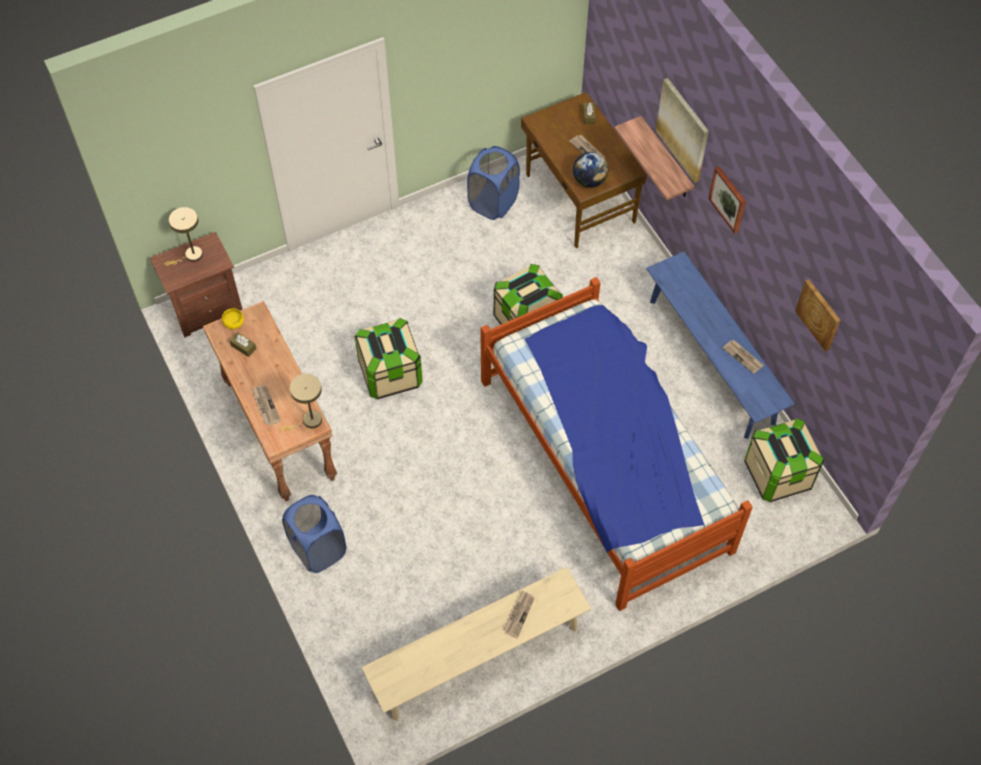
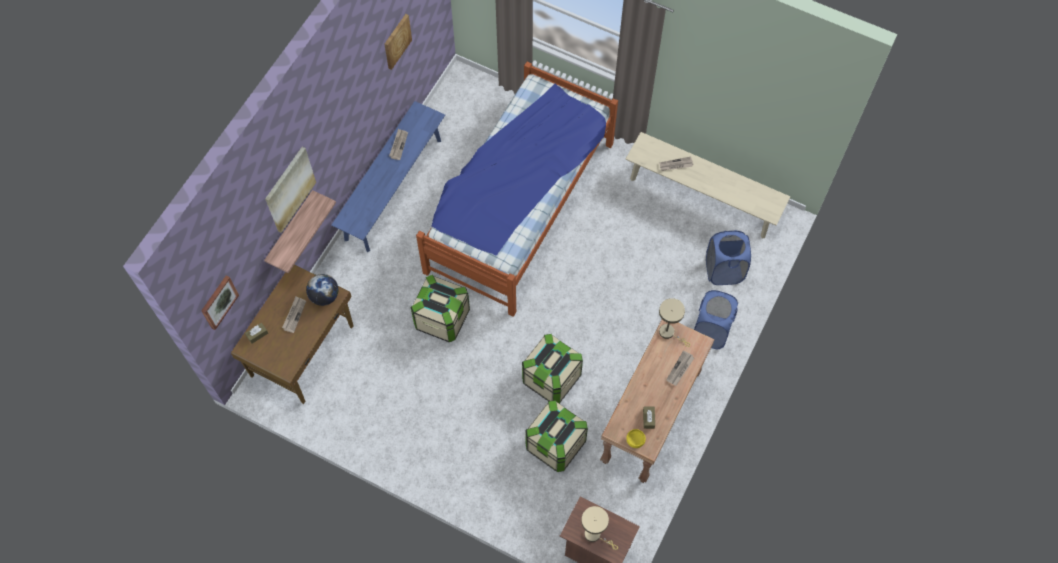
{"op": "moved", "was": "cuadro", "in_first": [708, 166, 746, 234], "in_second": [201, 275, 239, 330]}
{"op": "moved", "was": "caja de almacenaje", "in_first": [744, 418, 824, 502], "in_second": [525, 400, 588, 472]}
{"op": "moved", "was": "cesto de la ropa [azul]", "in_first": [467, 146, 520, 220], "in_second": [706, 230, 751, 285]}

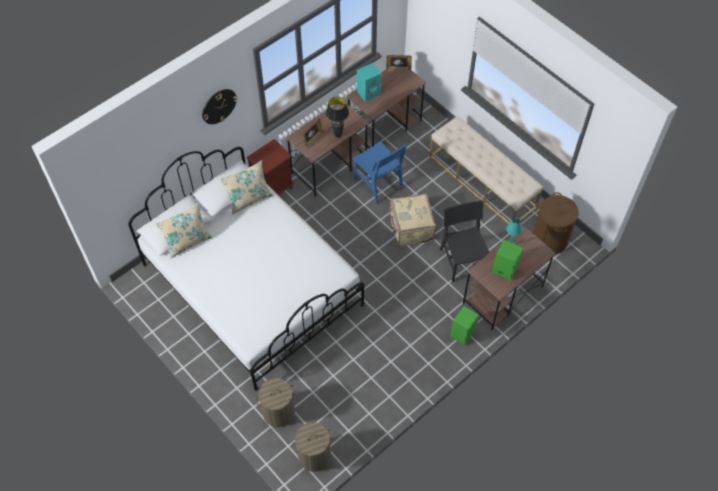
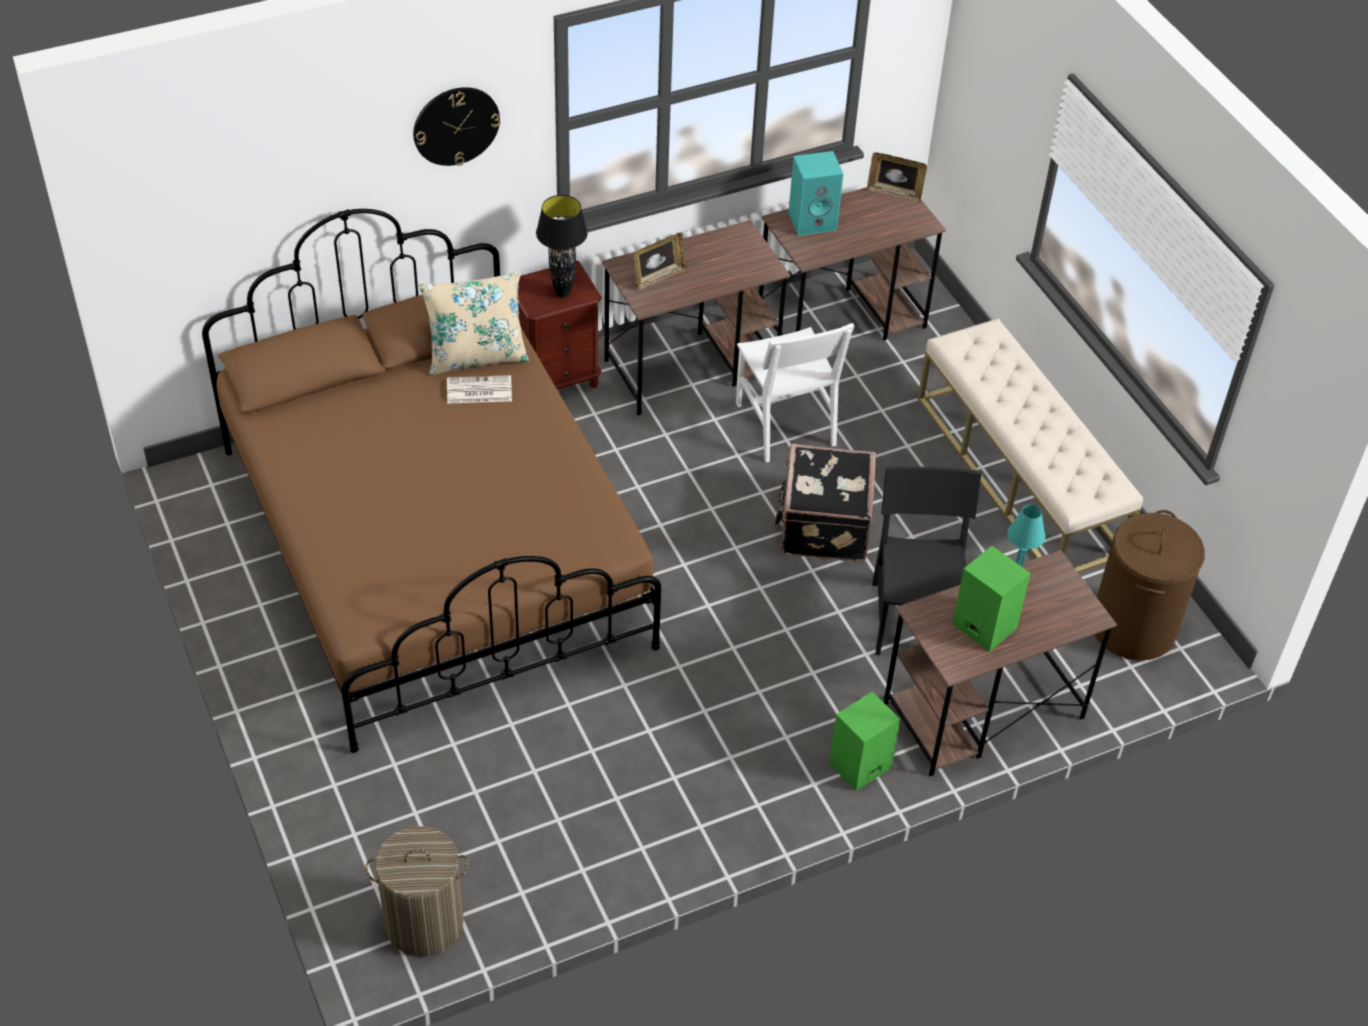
{"op": "recoloured", "was": "cama [blanco]", "now": "cama [marrón]", "in_first": [128, 147, 364, 390], "in_second": [202, 209, 661, 753]}
{"op": "added", "now": "periódico", "in_second": [447, 375, 512, 404]}
{"op": "moved", "was": "lámpara de mesa [negro]", "in_first": [326, 97, 349, 138], "in_second": [536, 195, 588, 298]}
{"op": "recoloured", "was": "silla [azul]", "now": "silla [blanco]", "in_first": [353, 141, 407, 205], "in_second": [736, 323, 854, 462]}
{"op": "recoloured", "was": "maleta [beis]", "now": "maleta [negro]", "in_first": [390, 193, 436, 246], "in_second": [774, 444, 876, 562]}
{"op": "removed", "was": "cojín [beis]", "in_first": [156, 203, 212, 258]}
{"op": "removed", "was": "cesto de la ropa", "in_first": [255, 378, 296, 427]}

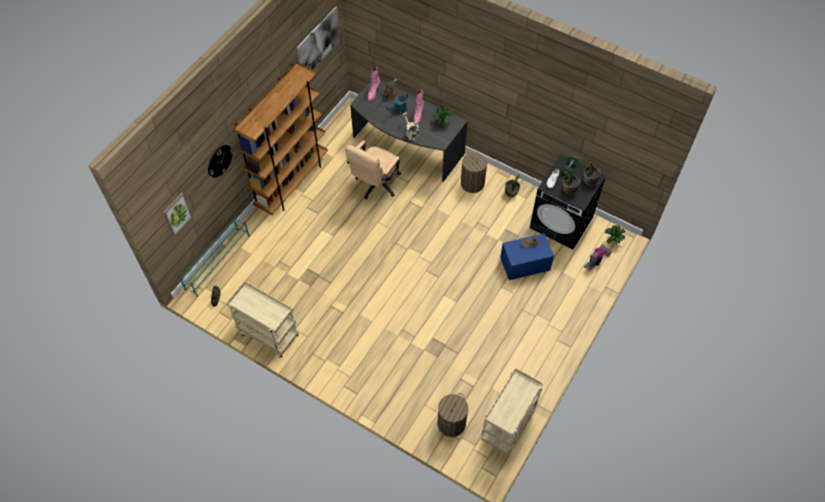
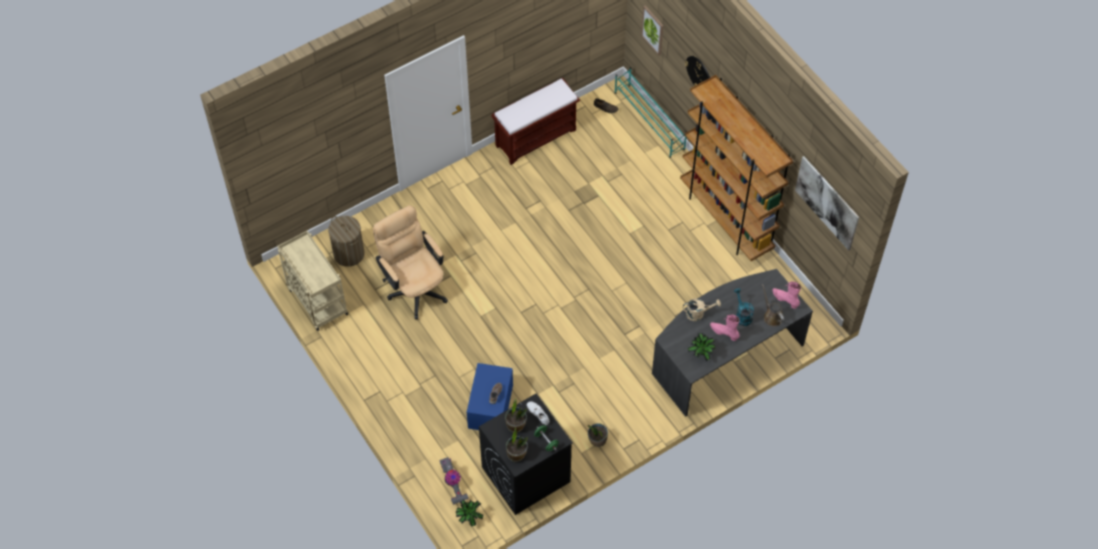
{"op": "moved", "was": "silla de oficina [beis]", "in_first": [345, 140, 401, 200], "in_second": [373, 205, 448, 320]}
{"op": "replaced", "was": "carrito [beis]", "now": "banco [marrón]", "in_first": [226, 281, 299, 358], "in_second": [492, 78, 580, 165]}
{"op": "removed", "was": "cesto de la ropa", "in_first": [461, 152, 487, 193]}

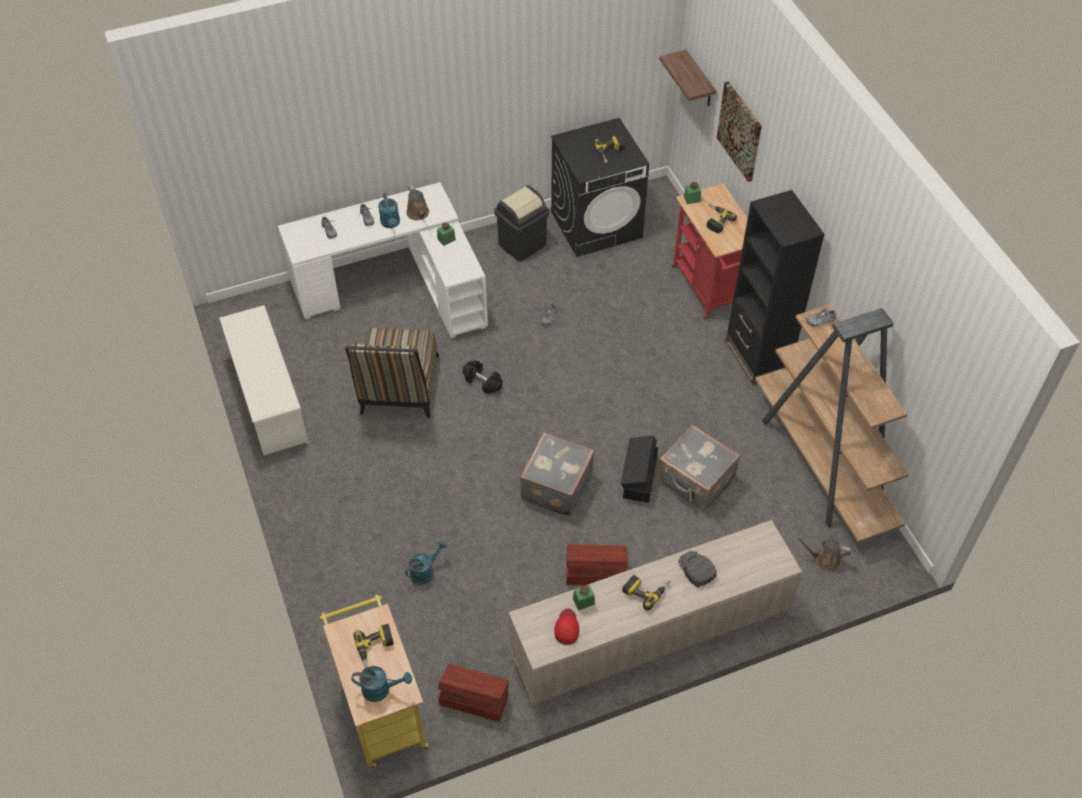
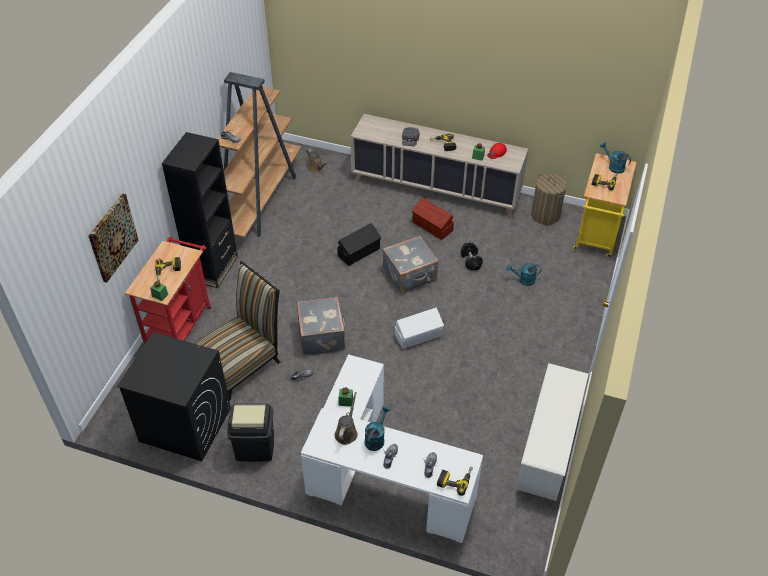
{"op": "moved", "was": "silla", "in_first": [345, 328, 439, 418], "in_second": [194, 260, 280, 401]}
{"op": "moved", "was": "maleta [gris]", "in_first": [658, 425, 740, 512], "in_second": [297, 297, 346, 356]}
{"op": "added", "now": "caja de almacenaje [blanco]", "in_second": [395, 308, 444, 349]}
{"op": "moved", "was": "taladro", "in_first": [593, 135, 624, 163], "in_second": [437, 466, 473, 496]}
{"op": "moved", "was": "mancuerna [negro]", "in_first": [463, 360, 502, 394], "in_second": [461, 242, 483, 271]}
{"op": "replaced", "was": "caja de almacenaje [marrón]", "now": "cesto de la ropa", "in_first": [438, 664, 509, 722], "in_second": [531, 174, 567, 225]}
{"op": "removed", "was": "estante", "in_first": [659, 50, 716, 106]}

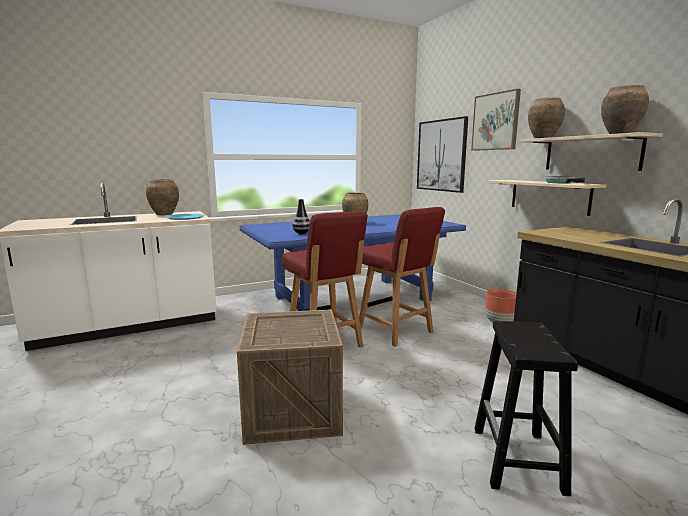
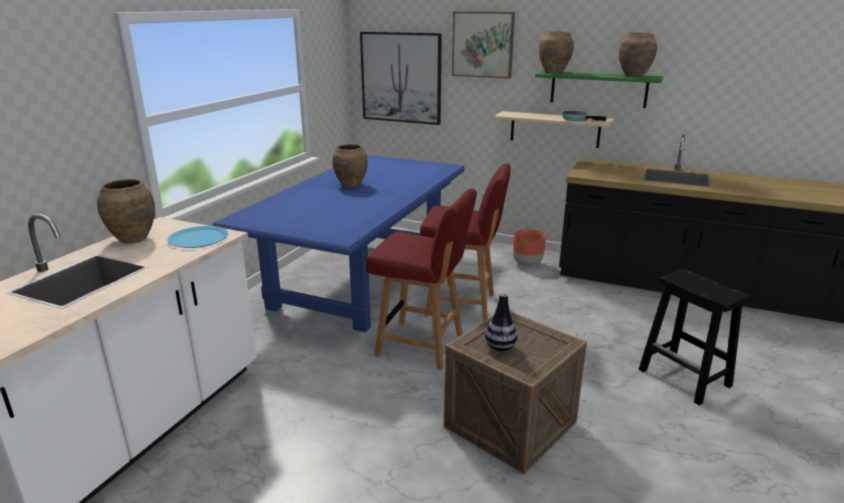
{"op": "moved", "was": "florero", "in_first": [292, 199, 310, 234], "in_second": [485, 293, 518, 352]}
{"op": "recoloured", "was": "estante [beis]", "now": "estante [verde]", "in_first": [520, 132, 663, 171], "in_second": [535, 71, 663, 108]}

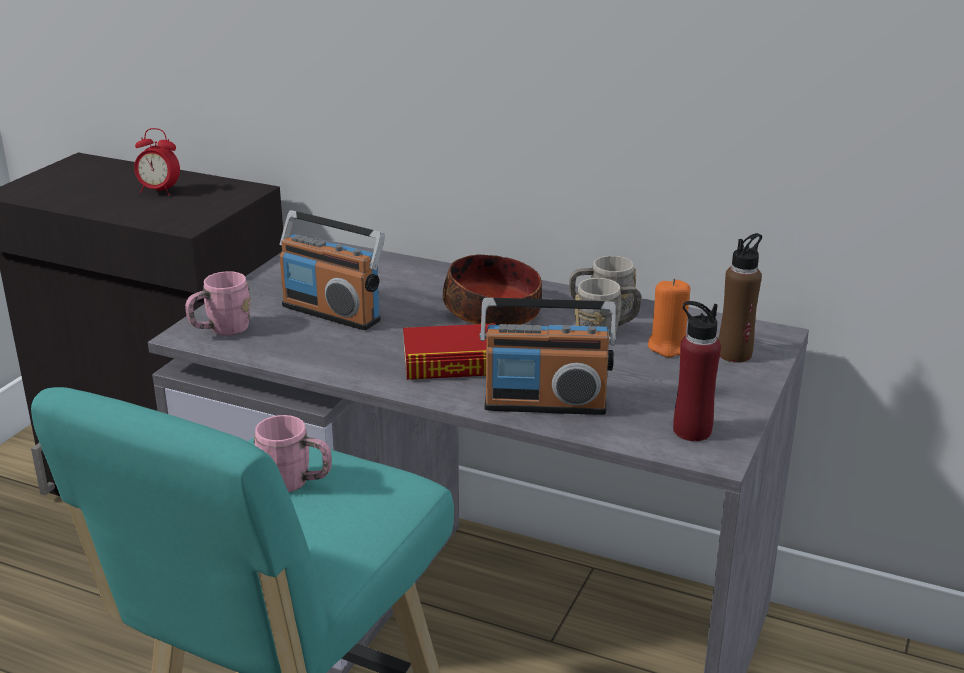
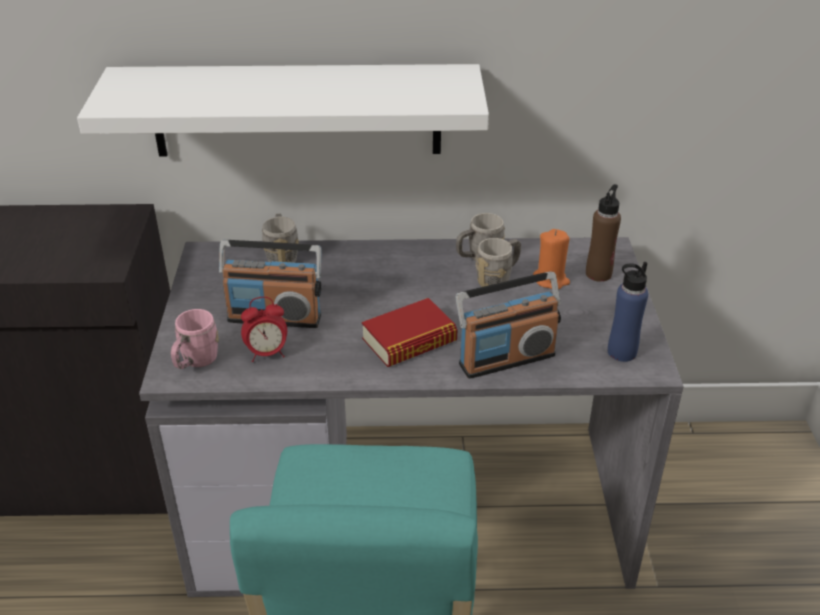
{"op": "added", "now": "estante [blanco]", "in_second": [77, 64, 489, 157]}
{"op": "moved", "was": "despertador", "in_first": [134, 128, 180, 196], "in_second": [241, 297, 287, 362]}
{"op": "added", "now": "taza grande [gris]", "in_second": [262, 214, 299, 263]}
{"op": "recoloured", "was": "botella [rojo]", "now": "botella [azul]", "in_first": [673, 301, 721, 441], "in_second": [608, 262, 648, 362]}
{"op": "removed", "was": "taza grande [rosa]", "in_first": [254, 415, 332, 492]}
{"op": "removed", "was": "cuenco", "in_first": [443, 254, 542, 325]}

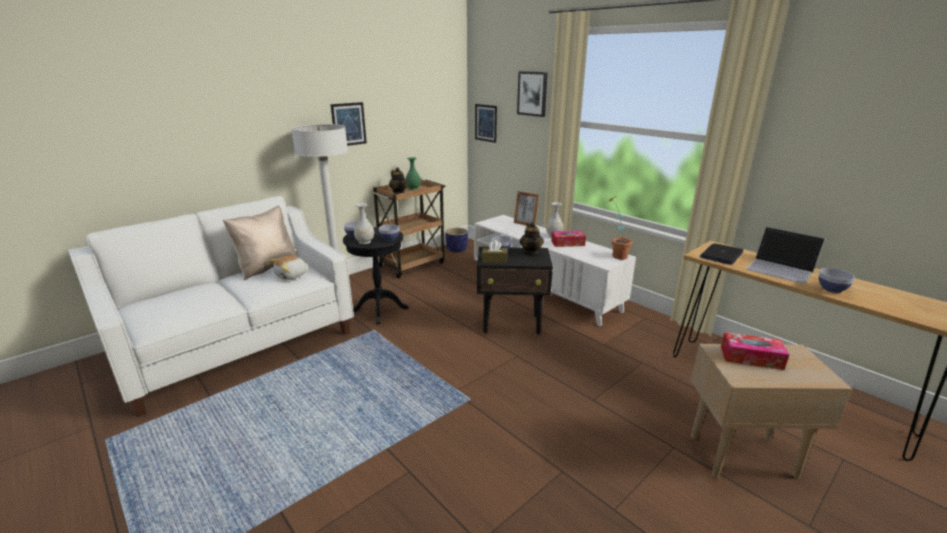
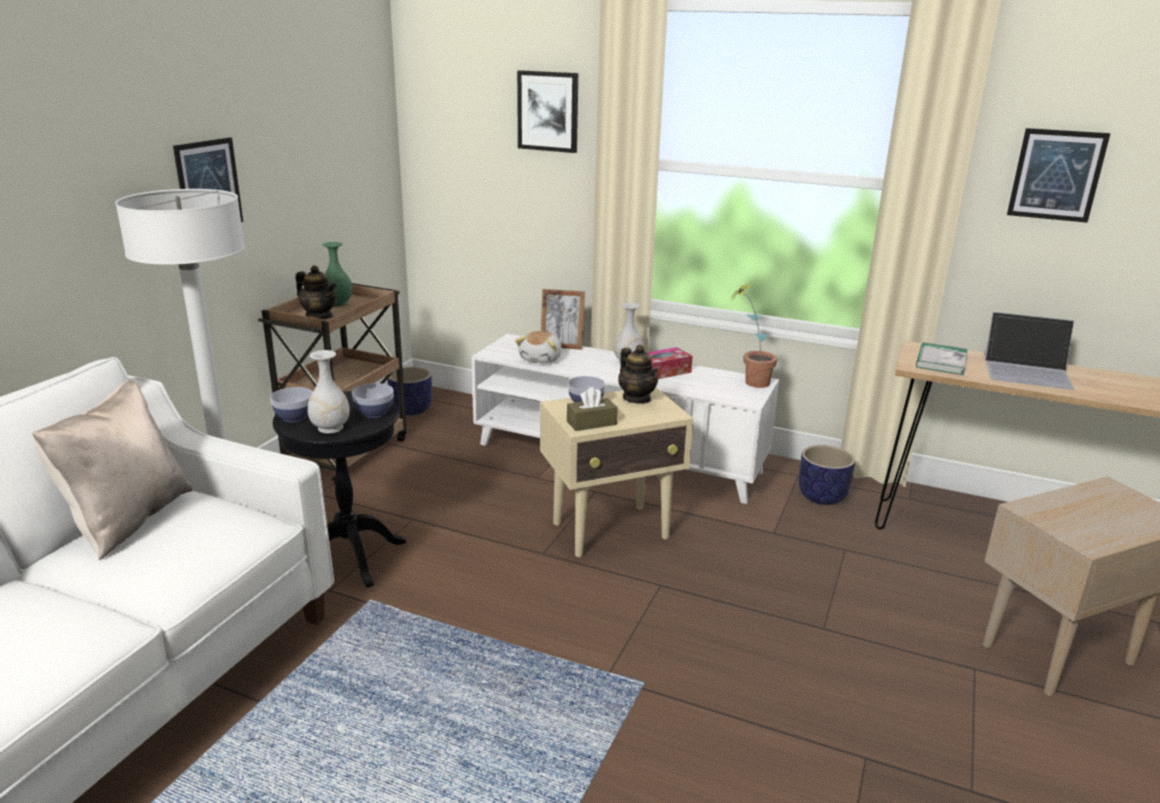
{"op": "moved", "was": "peluche", "in_first": [269, 256, 308, 280], "in_second": [515, 331, 562, 363]}
{"op": "recoloured", "was": "mesa auxiliar [negro]", "now": "mesa auxiliar [beis]", "in_first": [477, 247, 553, 335], "in_second": [540, 387, 694, 557]}
{"op": "added", "now": "maceta", "in_second": [799, 445, 855, 505]}
{"op": "replaced", "was": "portátil", "now": "libro", "in_first": [700, 243, 743, 265], "in_second": [916, 342, 968, 375]}
{"op": "moved", "was": "cuadro", "in_first": [475, 104, 497, 143], "in_second": [1007, 128, 1111, 223]}
{"op": "removed", "was": "caja de pañuelos", "in_first": [721, 332, 789, 370]}
{"op": "removed", "was": "cuenco", "in_first": [819, 268, 855, 293]}

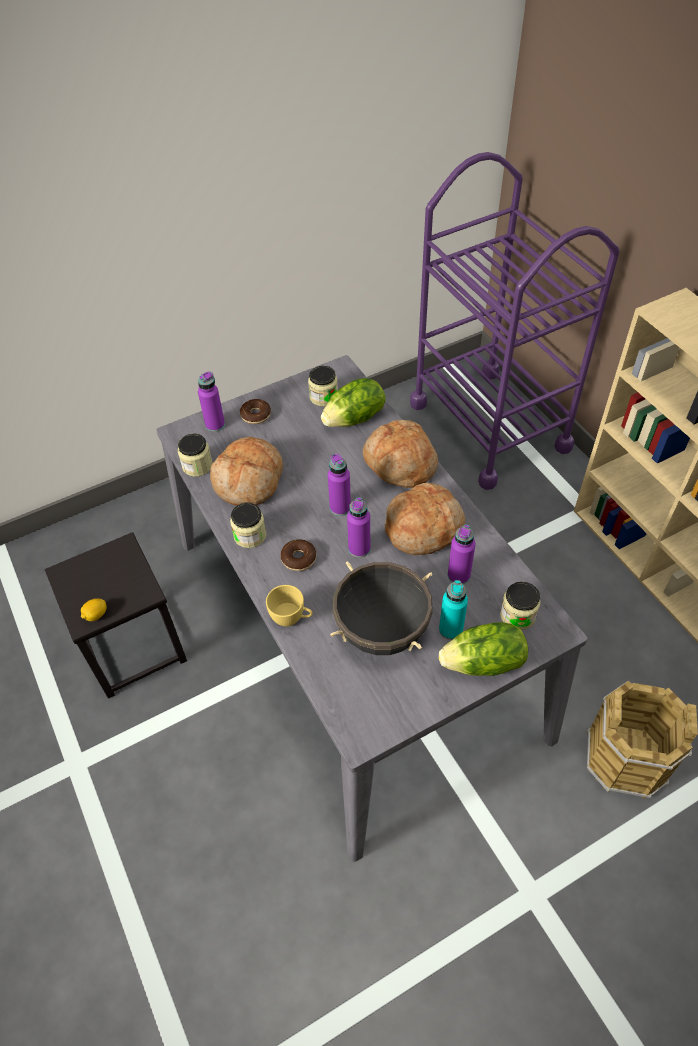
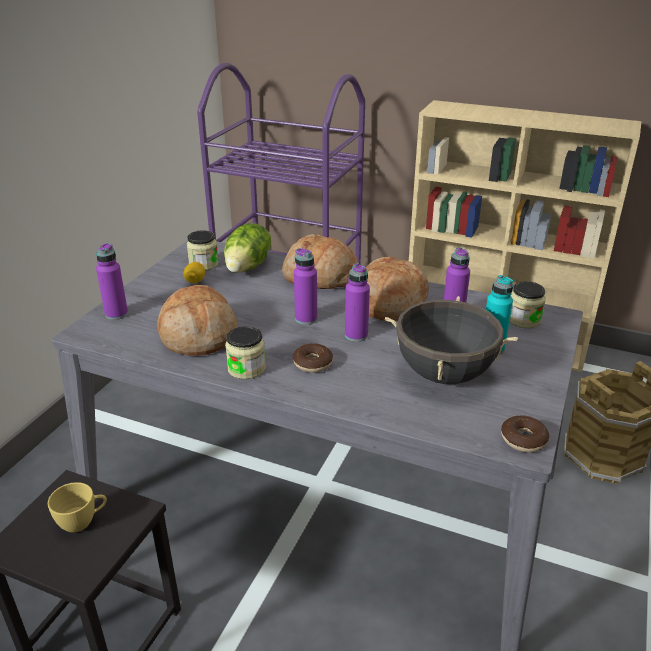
{"op": "moved", "was": "taza [amarillo]", "in_first": [266, 585, 313, 626], "in_second": [48, 482, 107, 532]}
{"op": "moved", "was": "limón", "in_first": [81, 599, 107, 621], "in_second": [183, 262, 205, 283]}
{"op": "moved", "was": "rosquilla", "in_first": [240, 399, 271, 424], "in_second": [501, 415, 549, 452]}
{"op": "removed", "was": "tarro", "in_first": [178, 433, 213, 477]}
{"op": "removed", "was": "lechuga", "in_first": [439, 622, 528, 676]}

